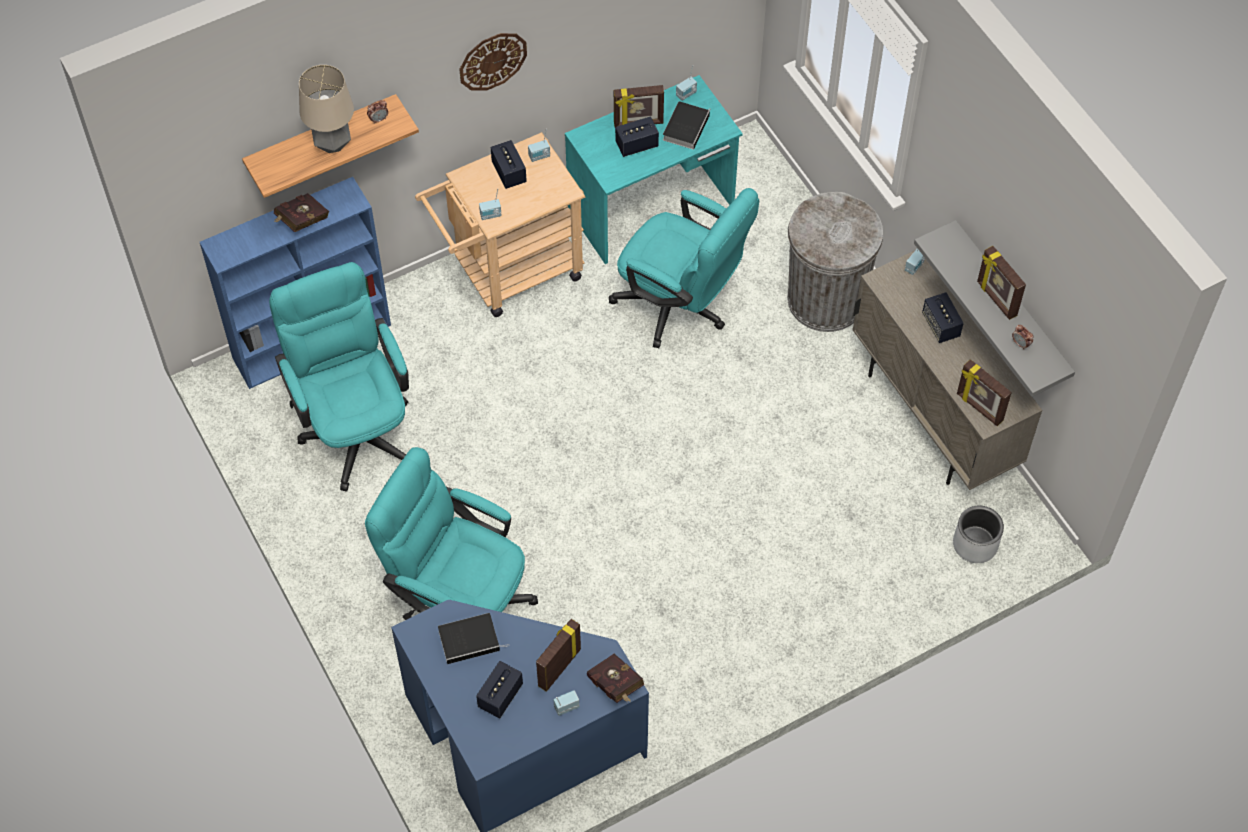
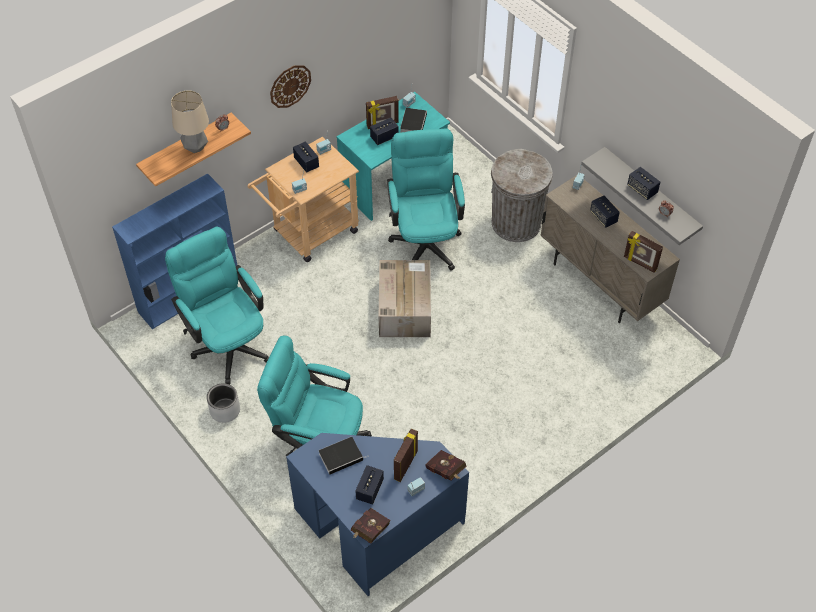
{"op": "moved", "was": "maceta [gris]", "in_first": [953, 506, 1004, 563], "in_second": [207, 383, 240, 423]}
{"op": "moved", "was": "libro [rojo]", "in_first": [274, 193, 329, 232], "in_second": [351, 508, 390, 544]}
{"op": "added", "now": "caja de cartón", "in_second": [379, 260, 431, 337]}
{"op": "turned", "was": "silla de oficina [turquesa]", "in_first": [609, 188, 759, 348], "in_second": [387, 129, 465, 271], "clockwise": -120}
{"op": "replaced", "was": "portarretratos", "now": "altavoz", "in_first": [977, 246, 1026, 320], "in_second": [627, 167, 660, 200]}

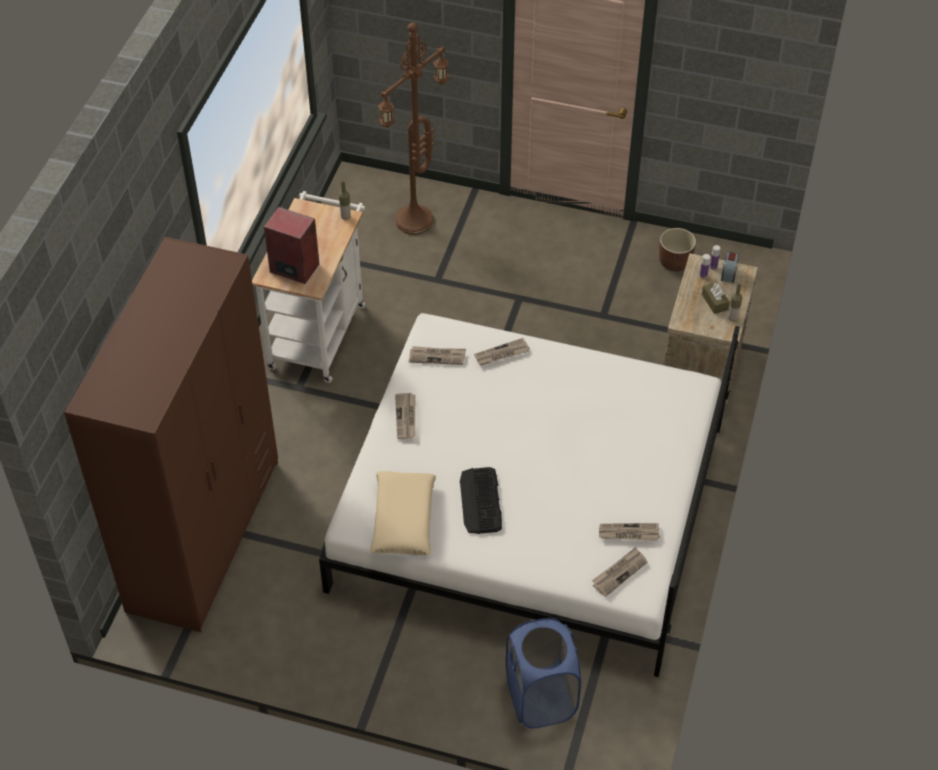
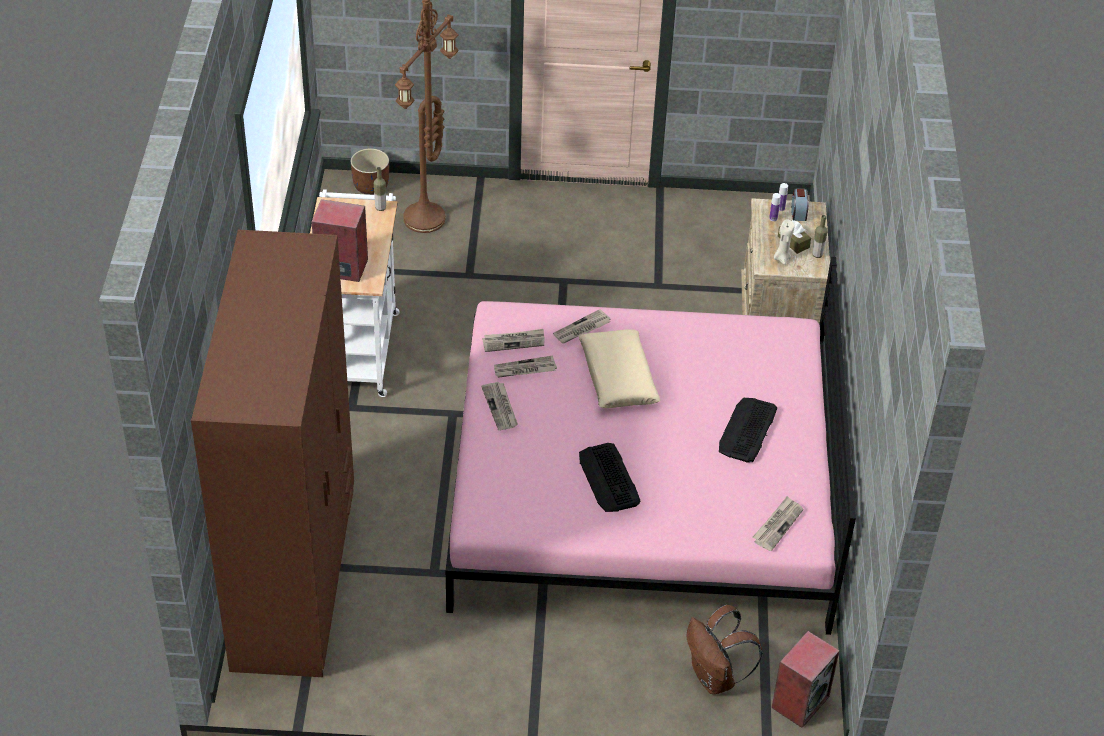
{"op": "moved", "was": "maceta [marrón]", "in_first": [659, 228, 696, 272], "in_second": [351, 148, 389, 195]}
{"op": "recoloured", "was": "cama [blanco]", "now": "cama [rosa]", "in_first": [319, 313, 740, 677], "in_second": [446, 257, 856, 635]}
{"op": "moved", "was": "periódico", "in_first": [599, 523, 660, 541], "in_second": [494, 355, 557, 378]}
{"op": "moved", "was": "cojín [beis]", "in_first": [370, 471, 436, 556], "in_second": [579, 329, 661, 408]}
{"op": "replaced", "was": "cesto de la ropa [azul]", "now": "mochila [marrón]", "in_first": [506, 618, 581, 729], "in_second": [687, 605, 763, 694]}
{"op": "added", "now": "teclado", "in_second": [719, 398, 777, 463]}
{"op": "added", "now": "altavoz", "in_second": [771, 631, 840, 728]}
{"op": "added", "now": "vela [beis]", "in_second": [774, 219, 794, 265]}

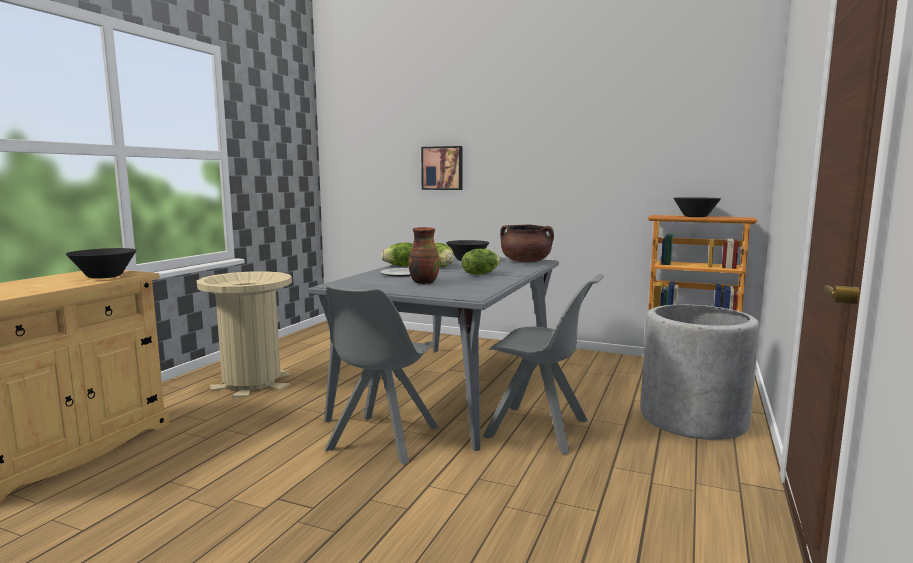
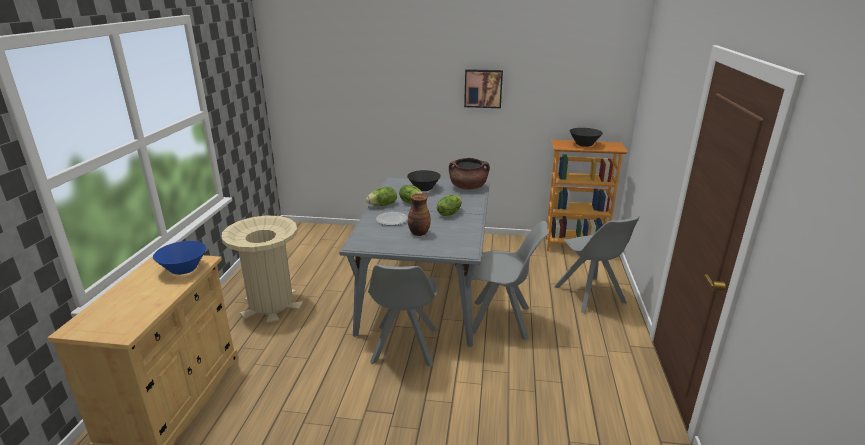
{"op": "recoloured", "was": "cuenco [negro]", "now": "cuenco [azul]", "in_first": [66, 248, 137, 279], "in_second": [153, 241, 206, 275]}
{"op": "moved", "was": "cuadro", "in_first": [421, 146, 463, 190], "in_second": [464, 69, 503, 108]}
{"op": "replaced", "was": "maceta [gris]", "now": "silla [gris]", "in_first": [641, 305, 760, 440], "in_second": [554, 216, 640, 313]}

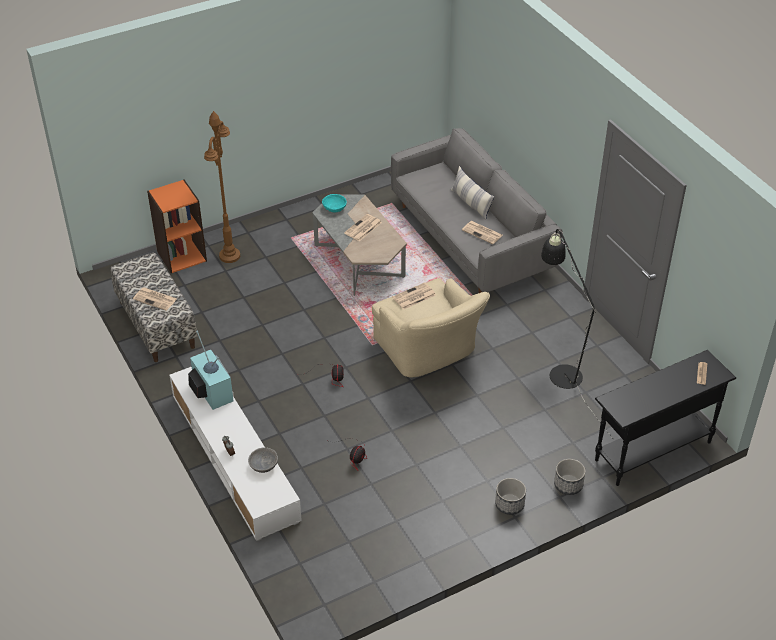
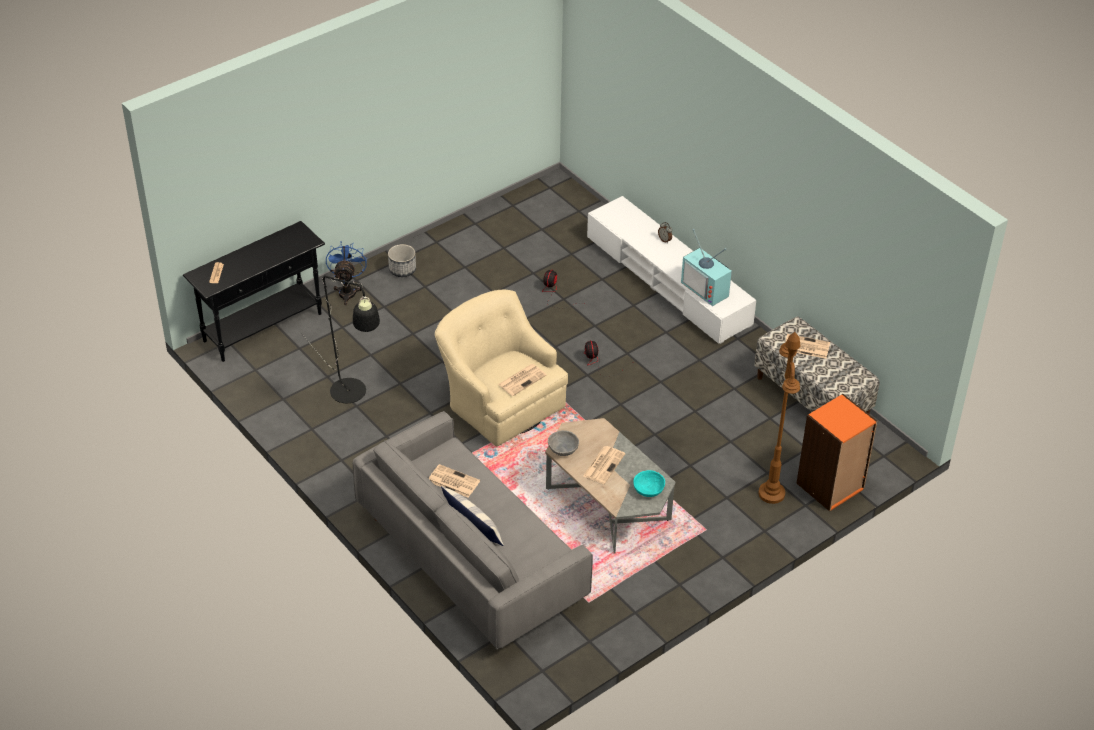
{"op": "replaced", "was": "maceta", "now": "ventilador [azul]", "in_first": [554, 459, 586, 495], "in_second": [326, 241, 367, 305]}
{"op": "moved", "was": "cuenco [gris]", "in_first": [248, 447, 278, 473], "in_second": [548, 430, 579, 456]}

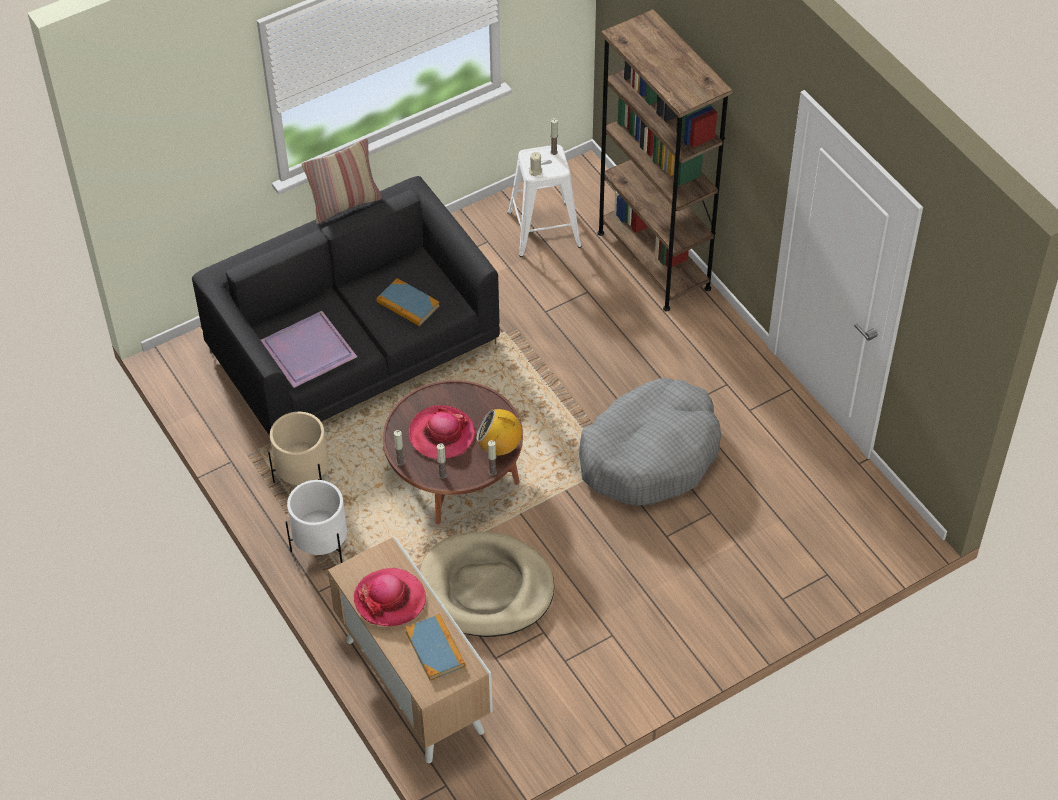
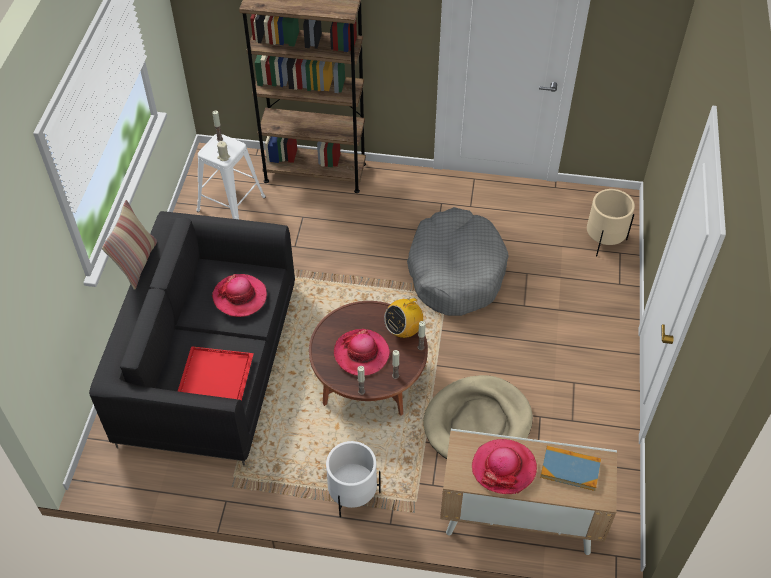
{"op": "recoloured", "was": "bandeja [morado]", "now": "bandeja [rojo]", "in_first": [261, 311, 357, 388], "in_second": [178, 346, 254, 401]}
{"op": "replaced", "was": "libro", "now": "sombrero", "in_first": [377, 278, 440, 326], "in_second": [212, 274, 267, 317]}
{"op": "moved", "was": "maceta [beis]", "in_first": [268, 412, 329, 485], "in_second": [587, 189, 635, 256]}

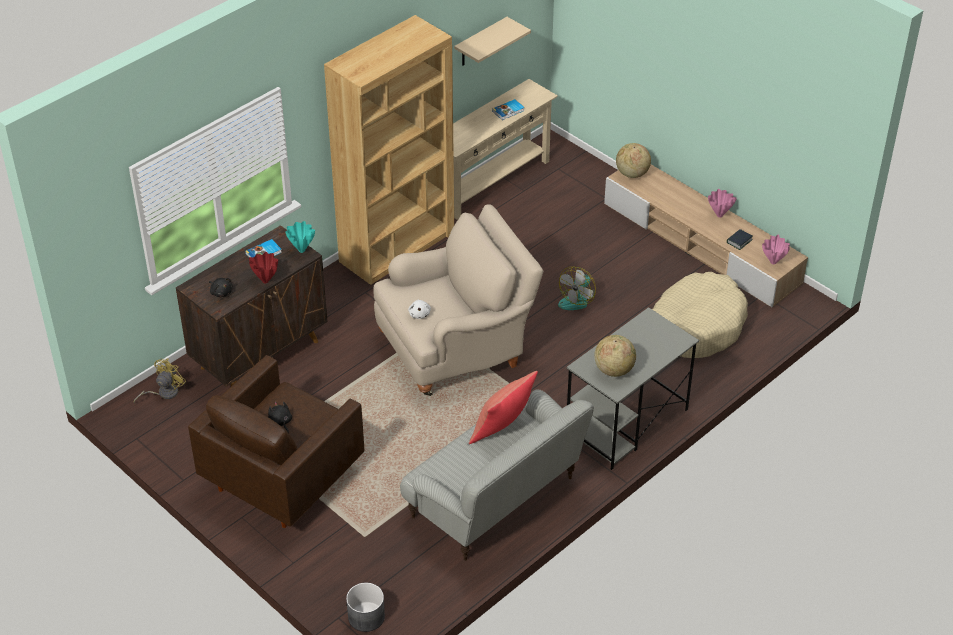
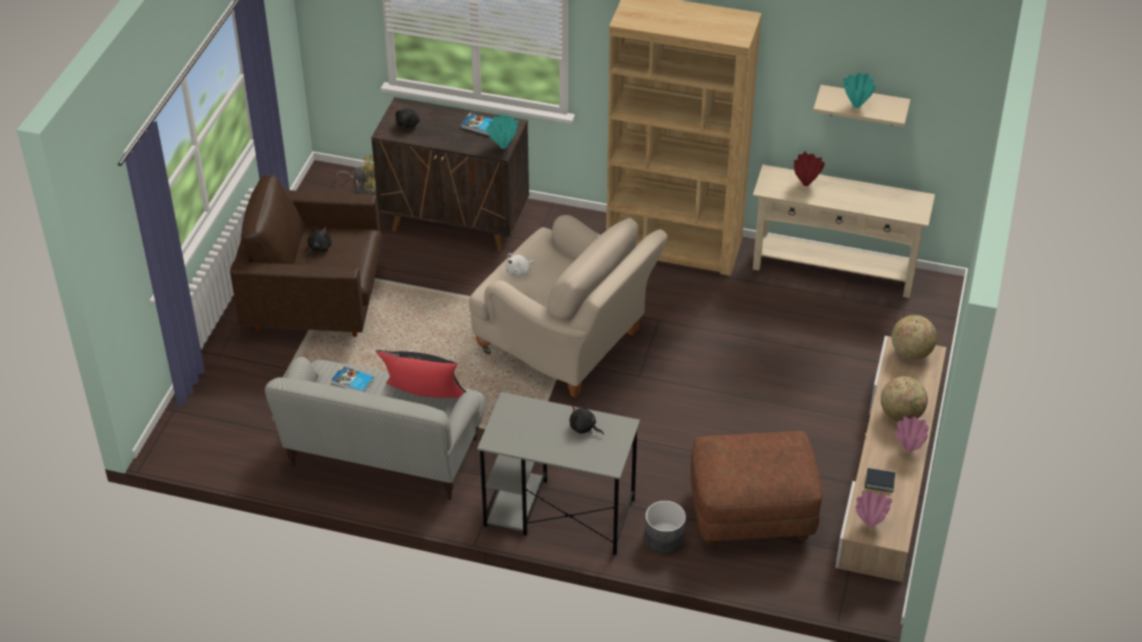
{"op": "moved", "was": "libro", "in_first": [492, 99, 525, 120], "in_second": [331, 366, 374, 392]}
{"op": "recoloured", "was": "cojín [rojo]", "now": "cojín [negro]", "in_first": [469, 371, 538, 444], "in_second": [375, 350, 466, 398]}
{"op": "added", "now": "peluche [negro]", "in_second": [570, 403, 604, 435]}
{"op": "moved", "was": "maceta [gris]", "in_first": [346, 583, 385, 632], "in_second": [645, 501, 686, 554]}
{"op": "replaced", "was": "cama para perro [beis]", "now": "puf [marrón]", "in_first": [652, 272, 748, 358], "in_second": [690, 431, 823, 546]}
{"op": "moved", "was": "florero [rojo]", "in_first": [249, 252, 278, 284], "in_second": [794, 152, 825, 186]}
{"op": "added", "now": "florero [turquesa]", "in_second": [843, 73, 876, 108]}
{"op": "moved", "was": "globo terráqueo", "in_first": [594, 335, 636, 377], "in_second": [881, 376, 928, 421]}
{"op": "removed", "was": "ventilador", "in_first": [558, 267, 596, 310]}

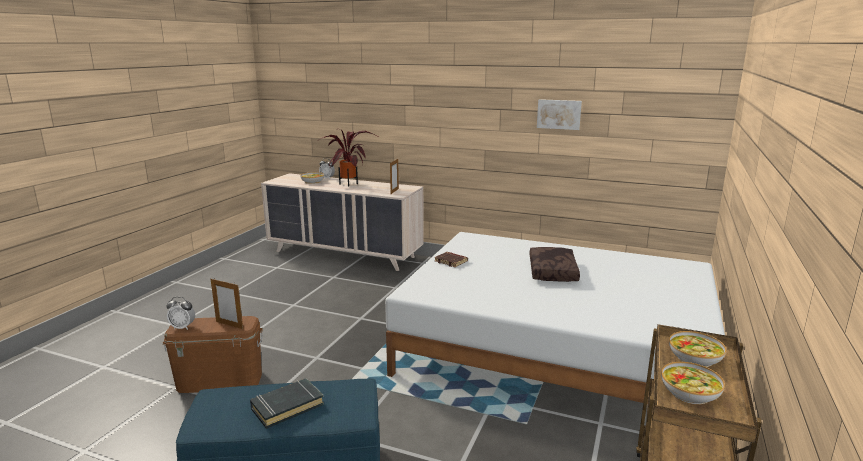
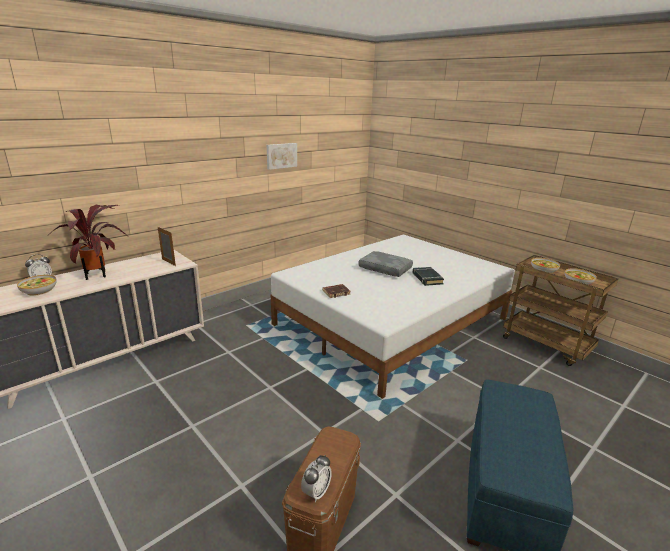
{"op": "recoloured", "was": "cojín [marrón]", "now": "cojín [gris]", "in_first": [529, 247, 580, 282], "in_second": [358, 251, 413, 277]}
{"op": "moved", "was": "libro [negro]", "in_first": [250, 378, 324, 429], "in_second": [412, 267, 444, 286]}
{"op": "removed", "was": "portarretratos", "in_first": [211, 279, 243, 329]}

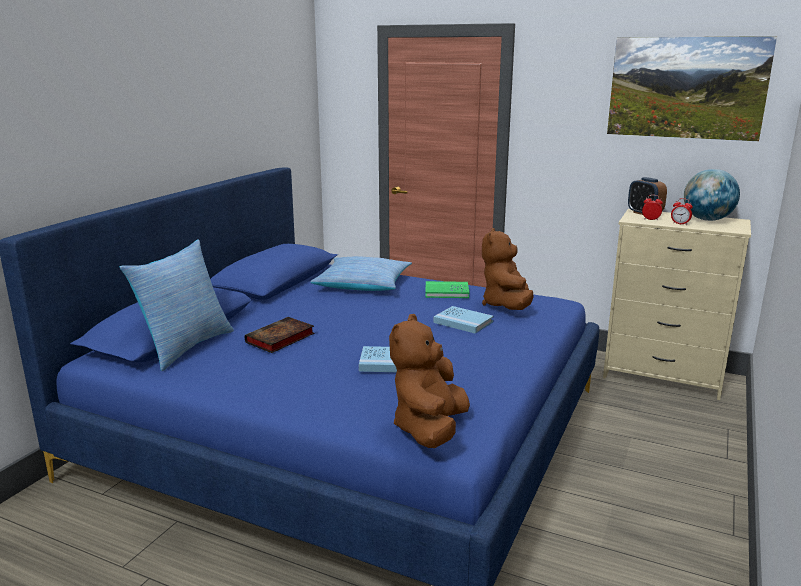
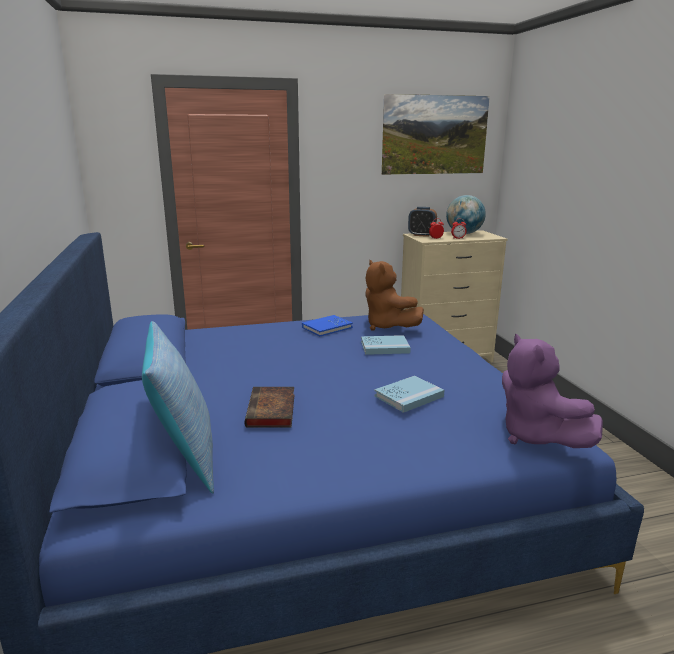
{"op": "recoloured", "was": "libro [verde]", "now": "libro [azul]", "in_first": [426, 281, 469, 298], "in_second": [302, 315, 353, 336]}
{"op": "recoloured", "was": "peluche [marrón]", "now": "peluche [morado]", "in_first": [389, 314, 470, 448], "in_second": [502, 334, 603, 448]}
{"op": "removed", "was": "cojín", "in_first": [310, 256, 412, 291]}

